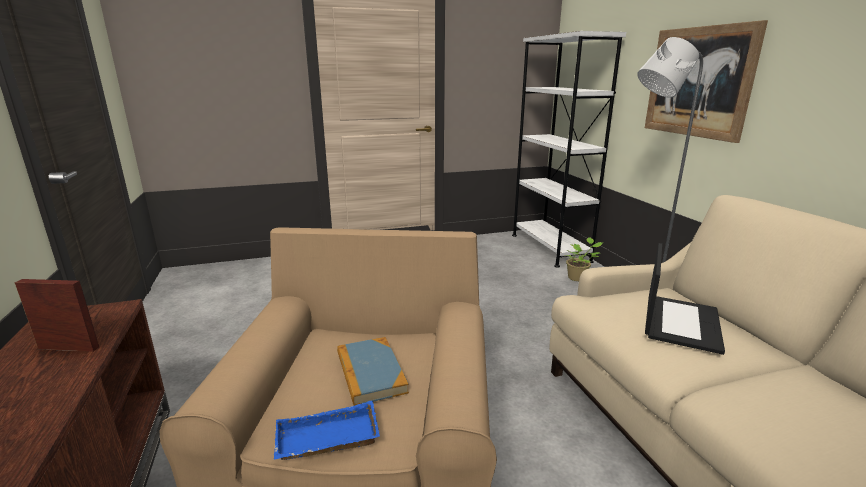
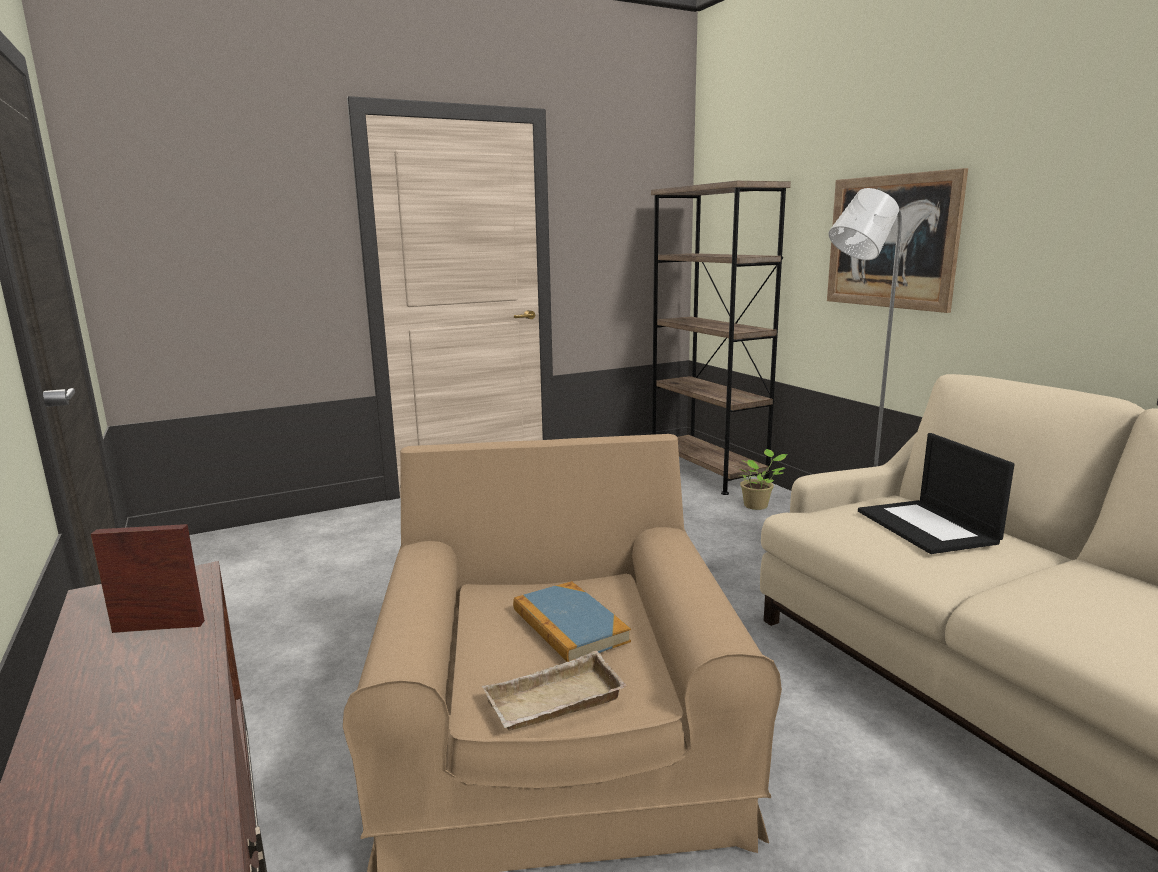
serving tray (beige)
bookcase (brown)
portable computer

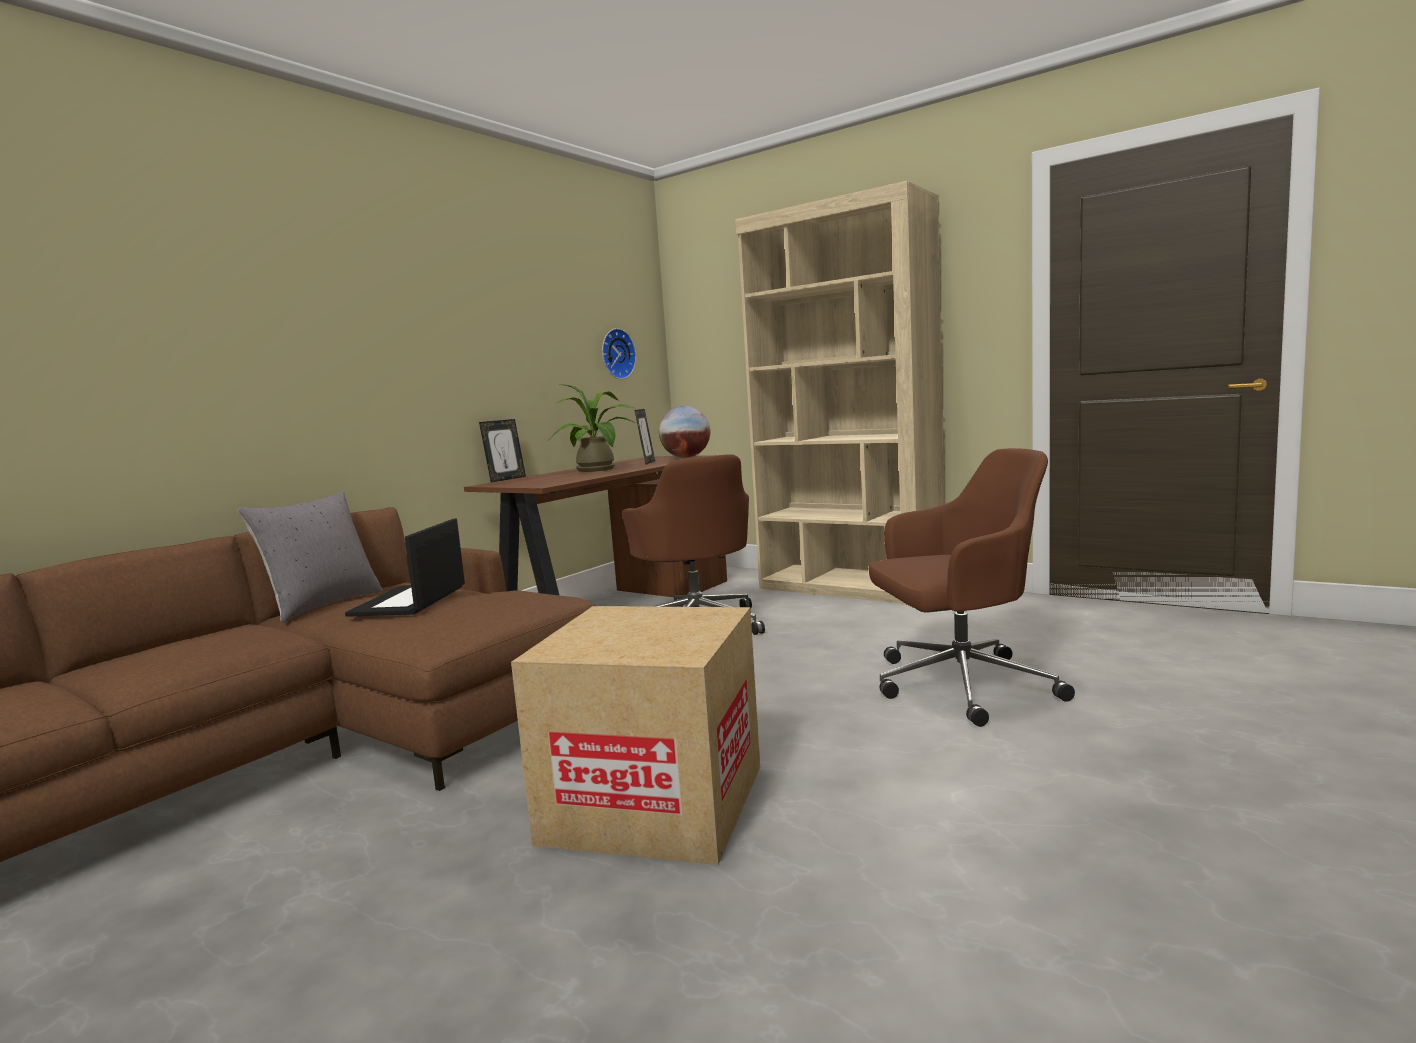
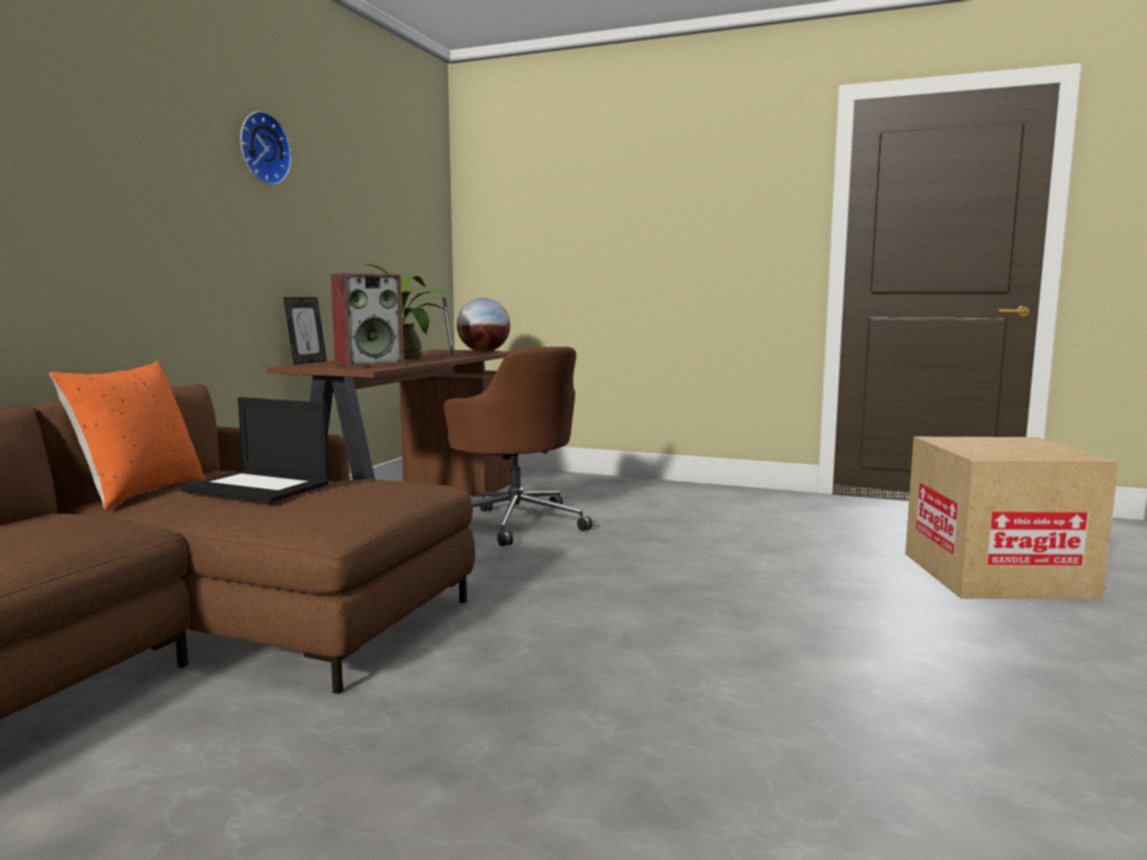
throw pillow (orangey)
portable computer
cardboard box
clock on the wall
bookcase (beige)
computer chair (brown) (no. 2 from left in the first image)
speaker

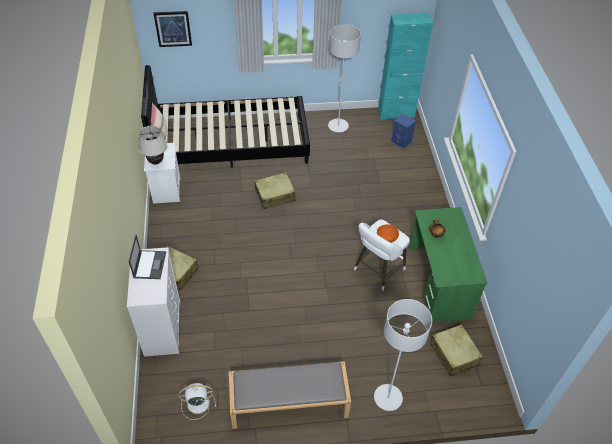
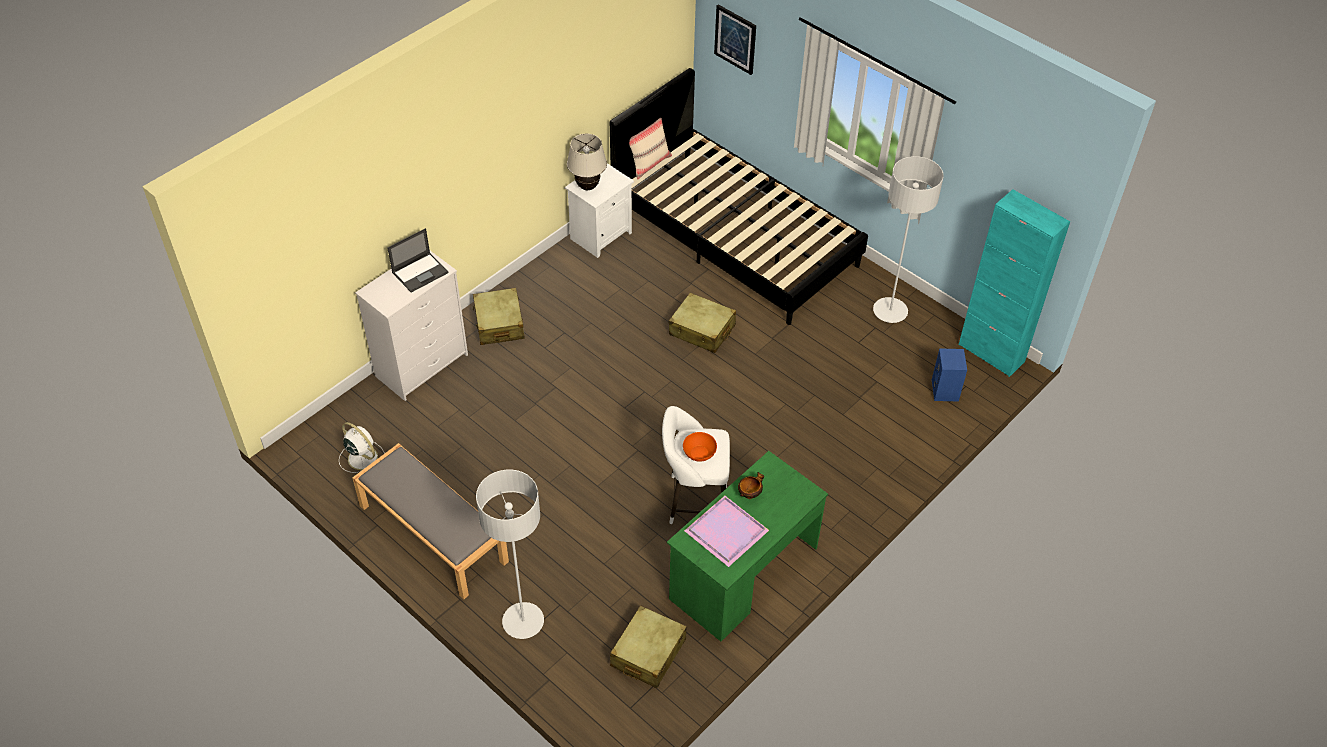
serving tray (purplish)

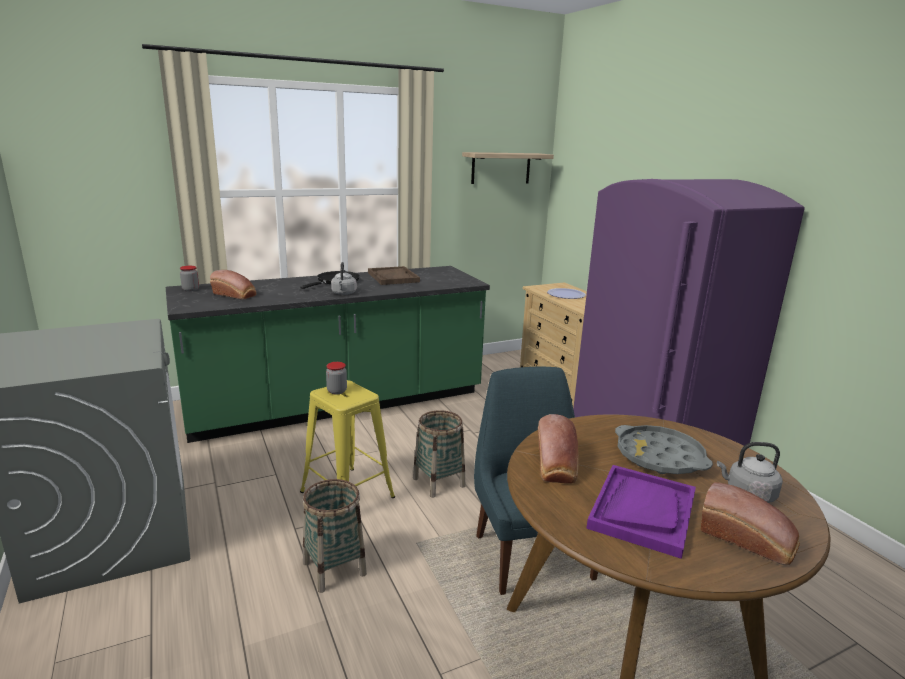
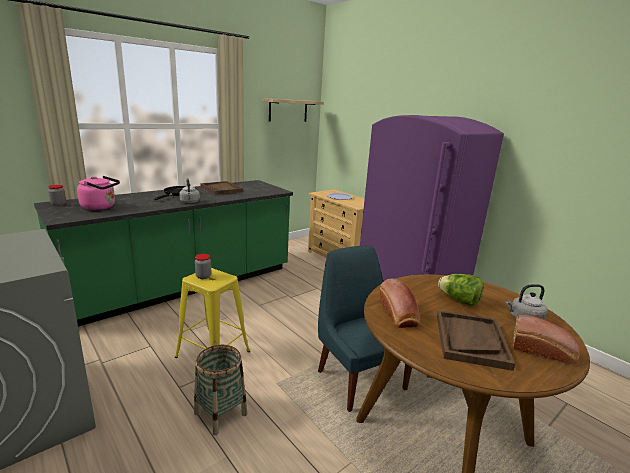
tea kettle (pink-coloured)
basket (no. 2 from left in the first image)
serving tray (brown) (no. 2 from left)
head of lettuce

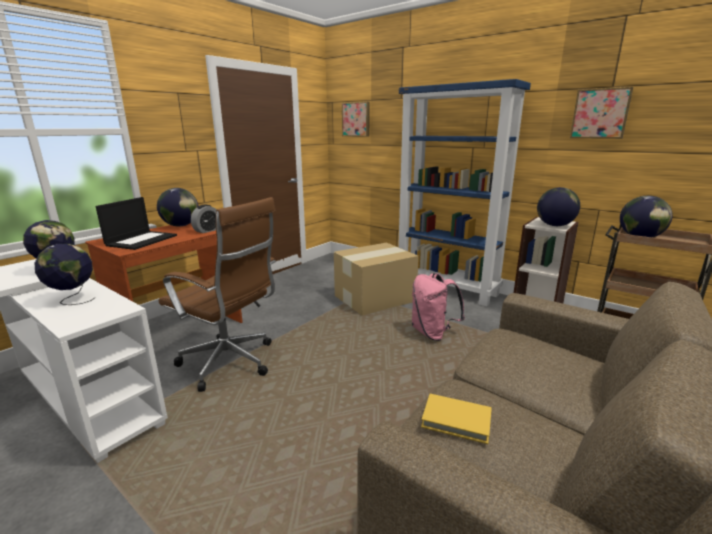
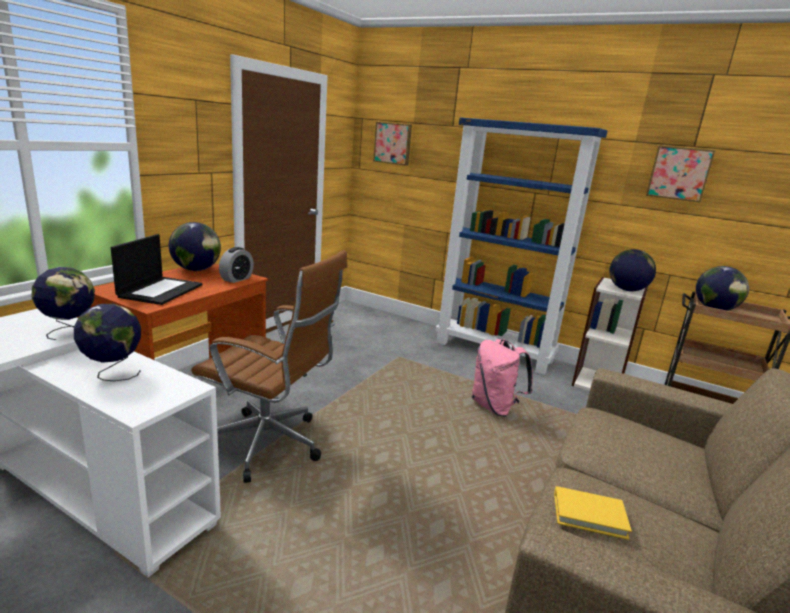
cardboard box

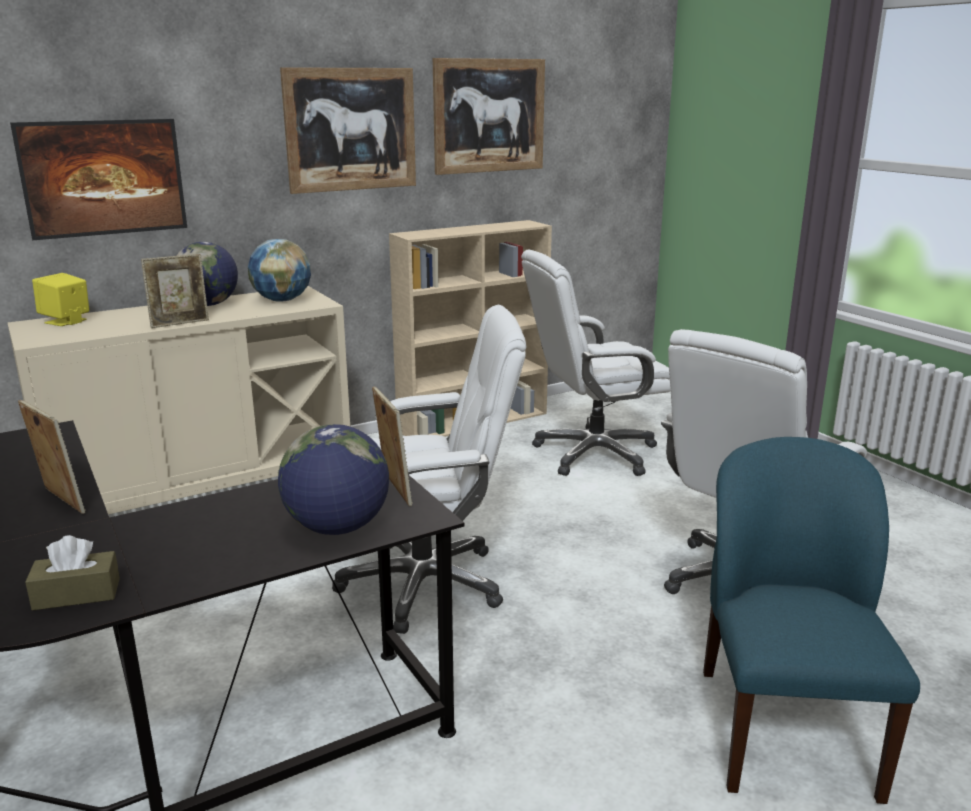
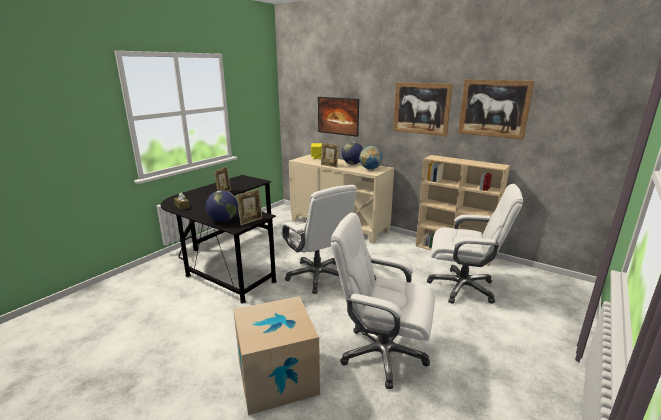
computer chair (whitish) (no. 3 from left)
cardboard box

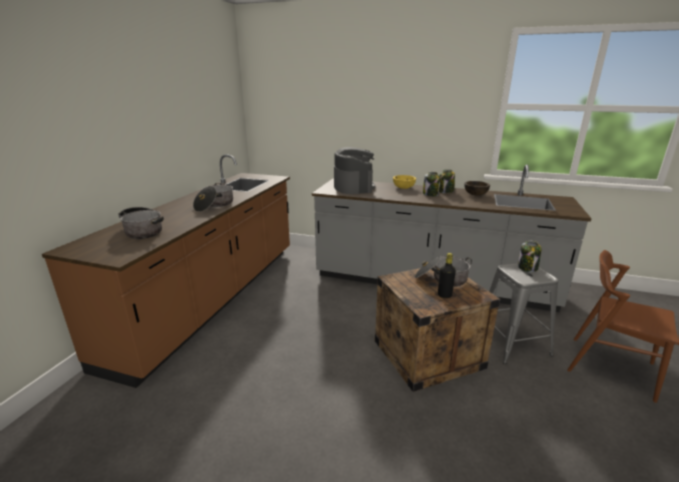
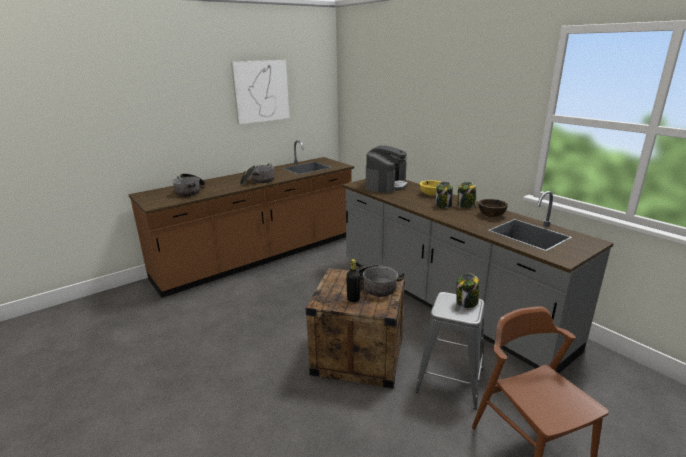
picture

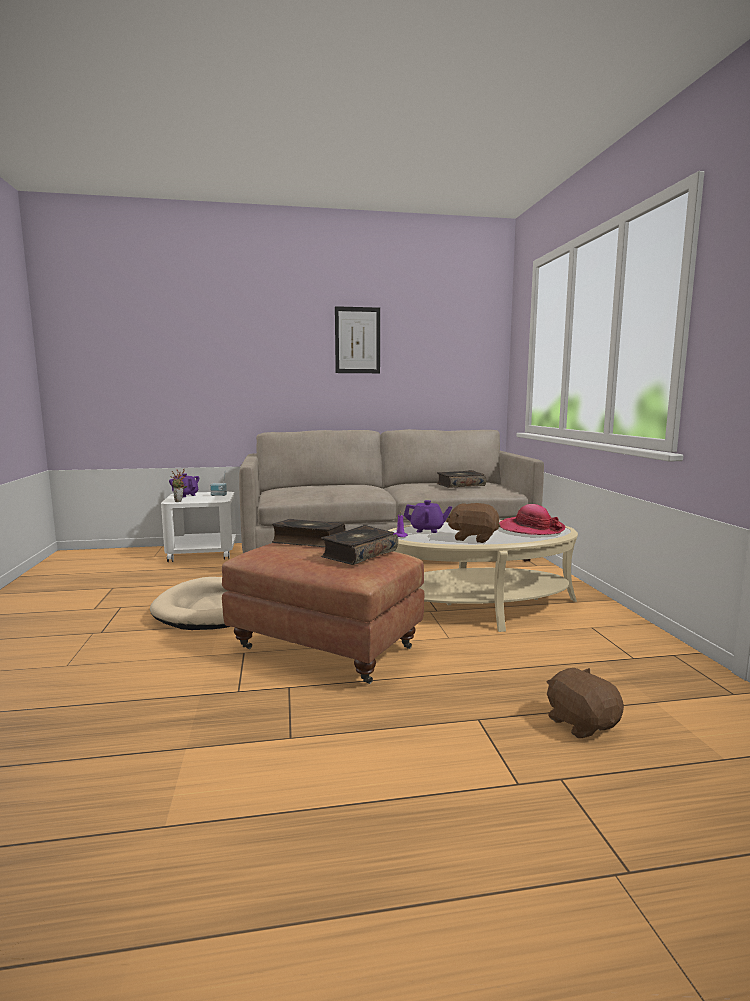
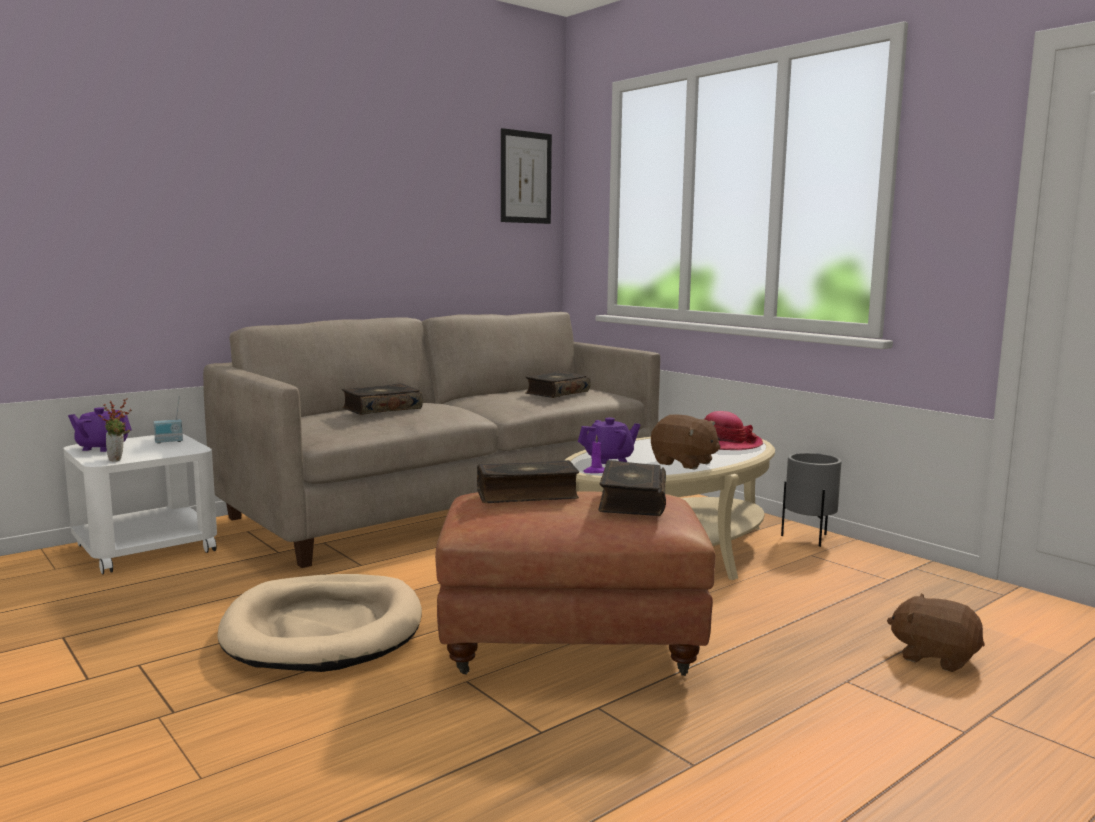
picture
plush toy (brown) (no. 1 from left)
book (no. 1 from left)
flower pot (greyish)

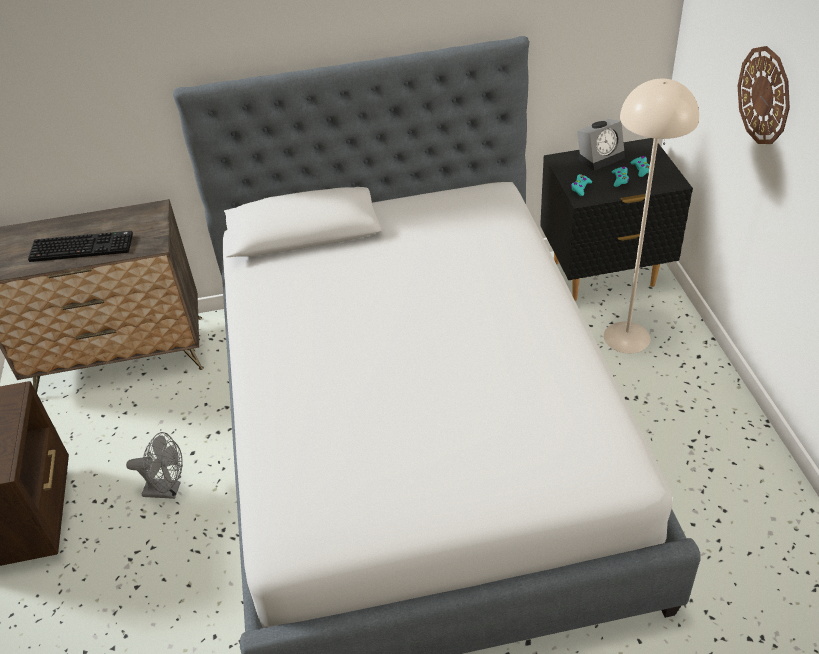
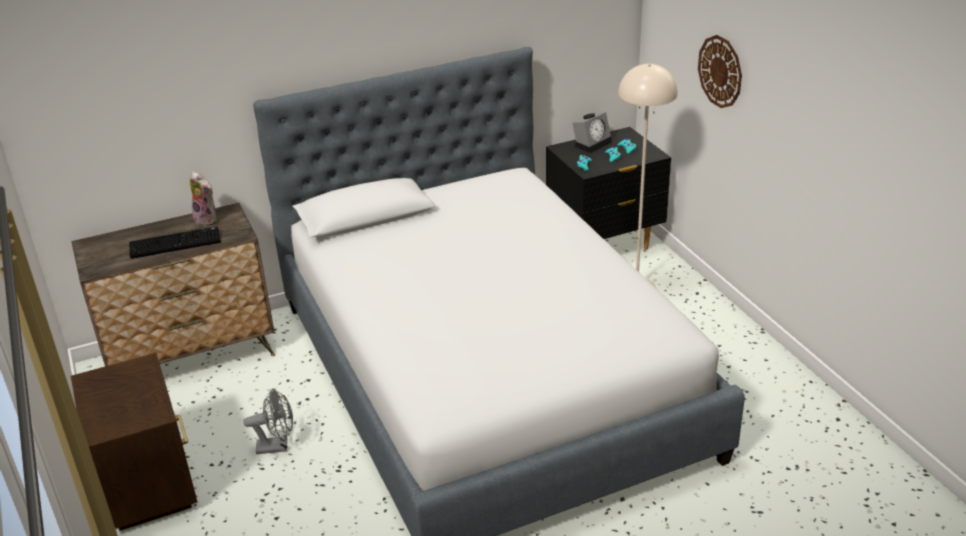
plush toy

